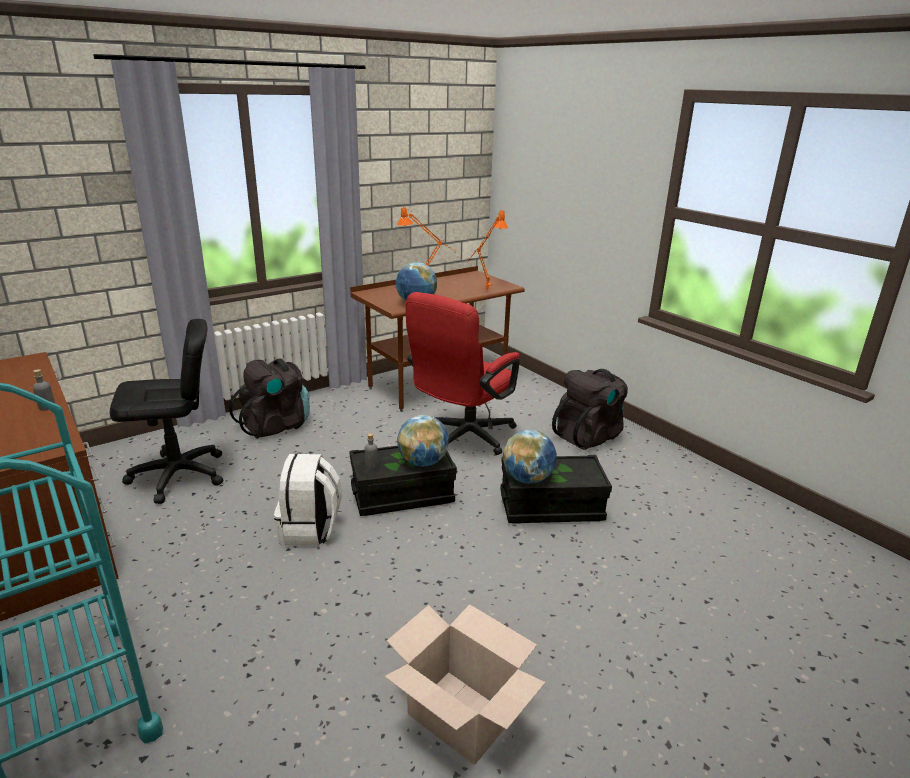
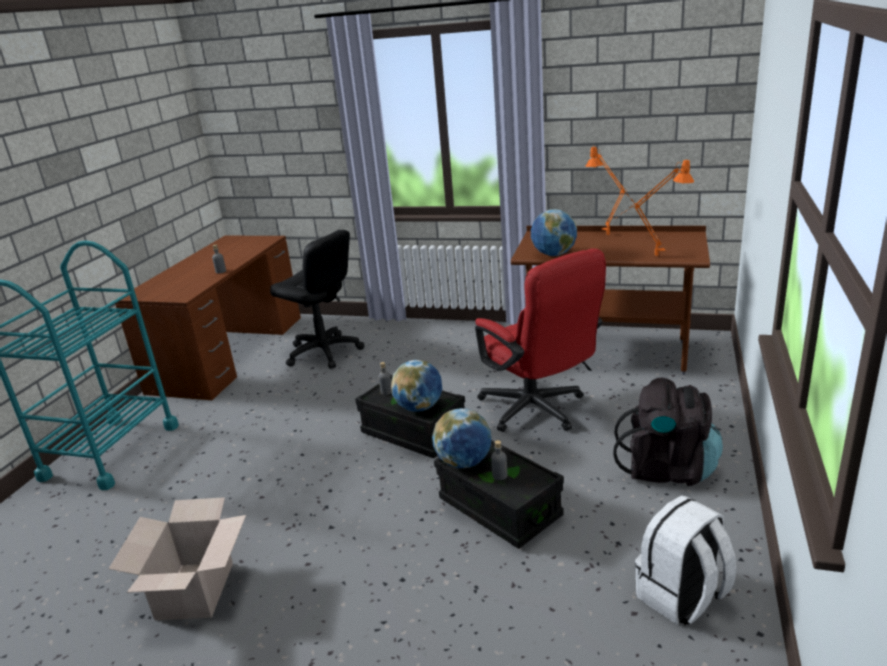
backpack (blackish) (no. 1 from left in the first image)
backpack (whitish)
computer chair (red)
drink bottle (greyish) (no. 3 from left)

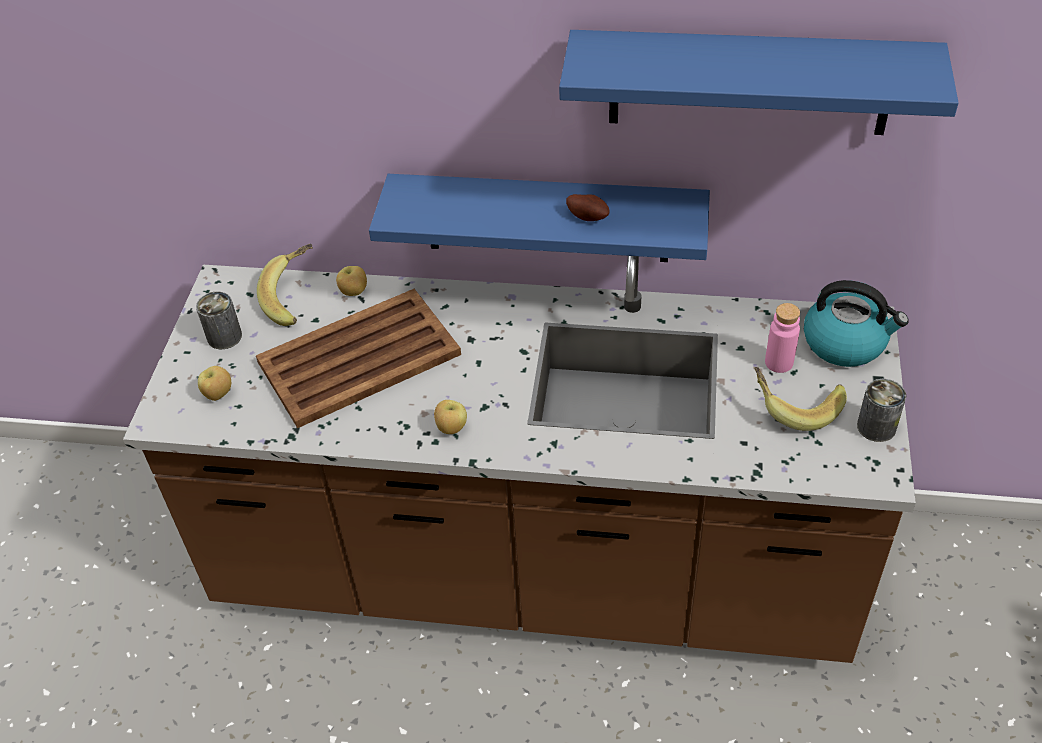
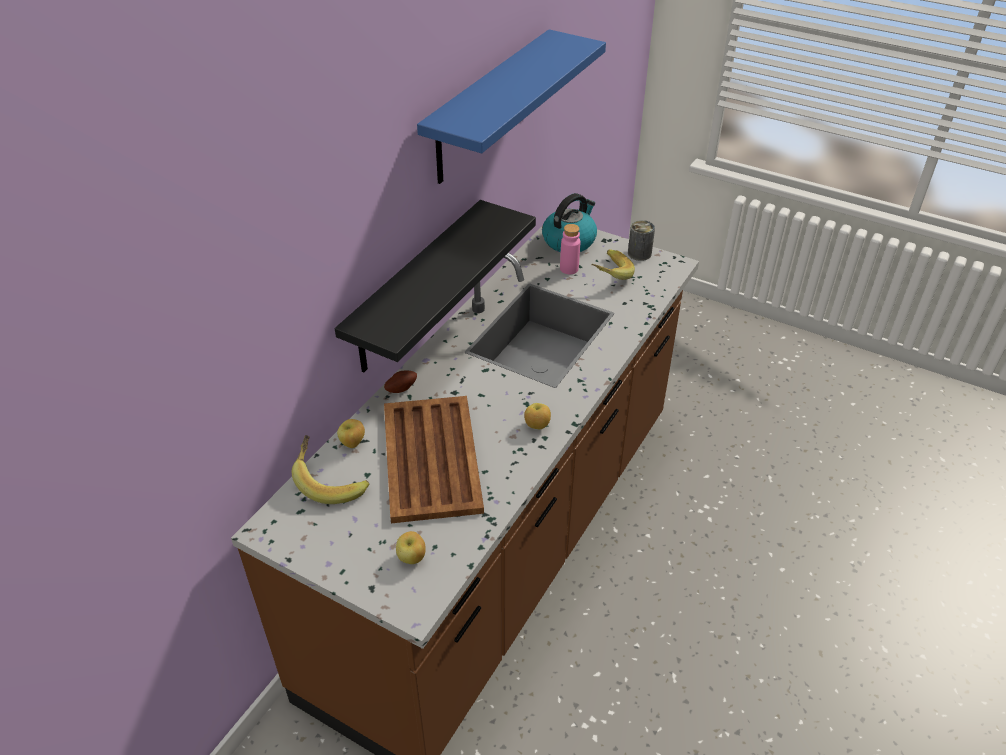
metal can (no. 1 from left in the first image)
bracket shelf (blackish)
spud

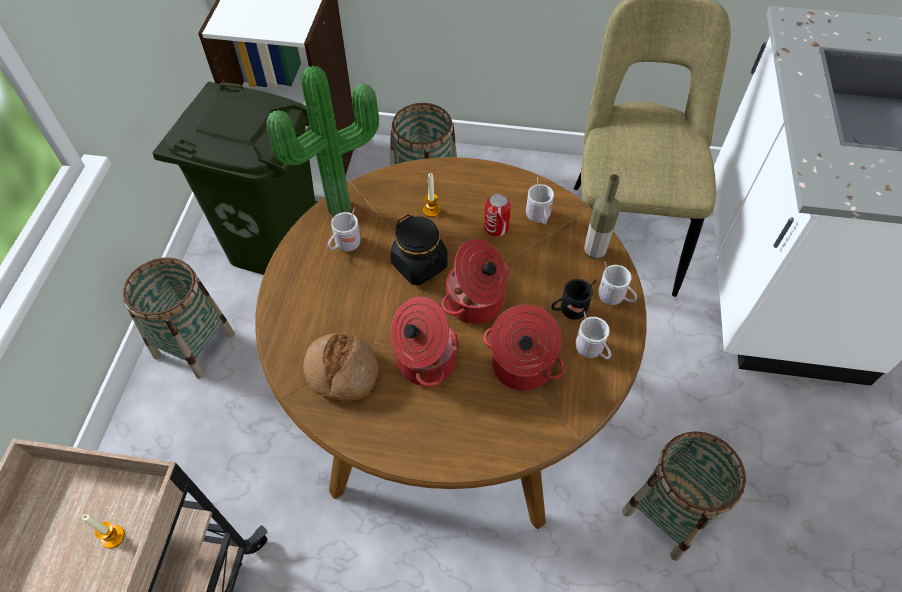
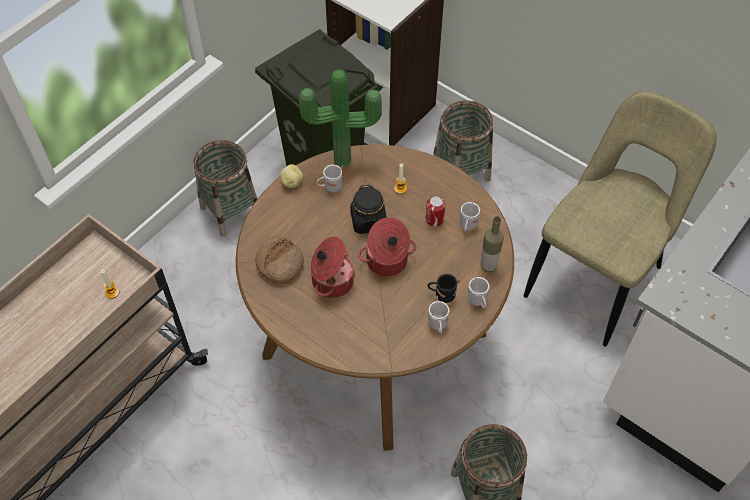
stockpot (no. 3 from left in the first image)
spud

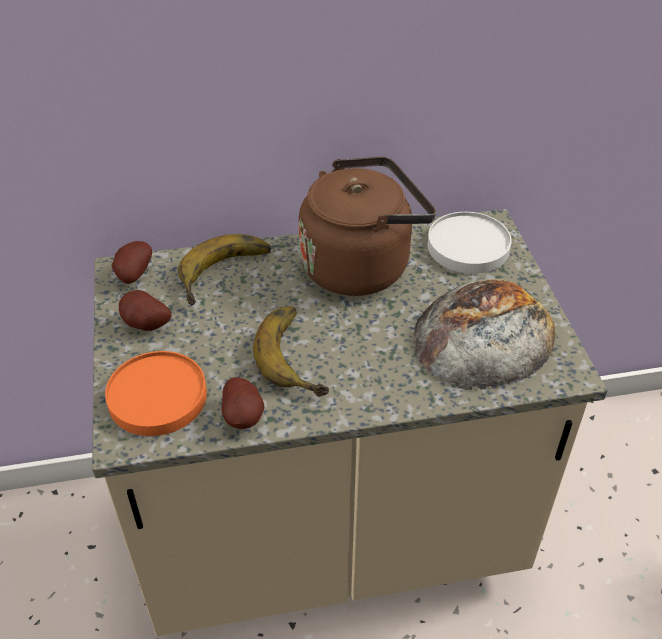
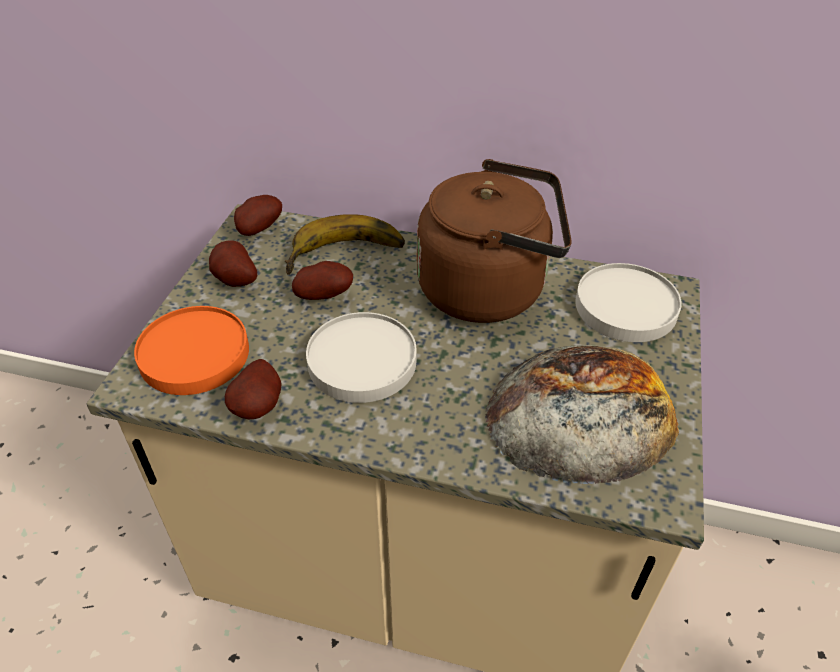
flat dish (whitish) (no. 1 from left)
spud (no. 4 from left)

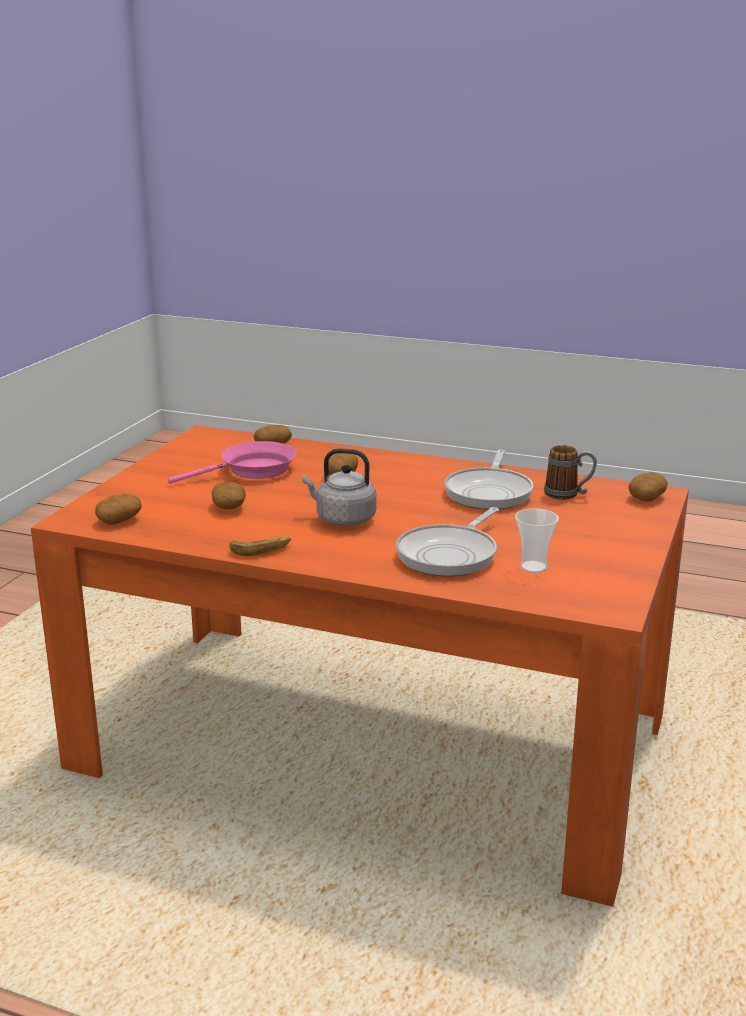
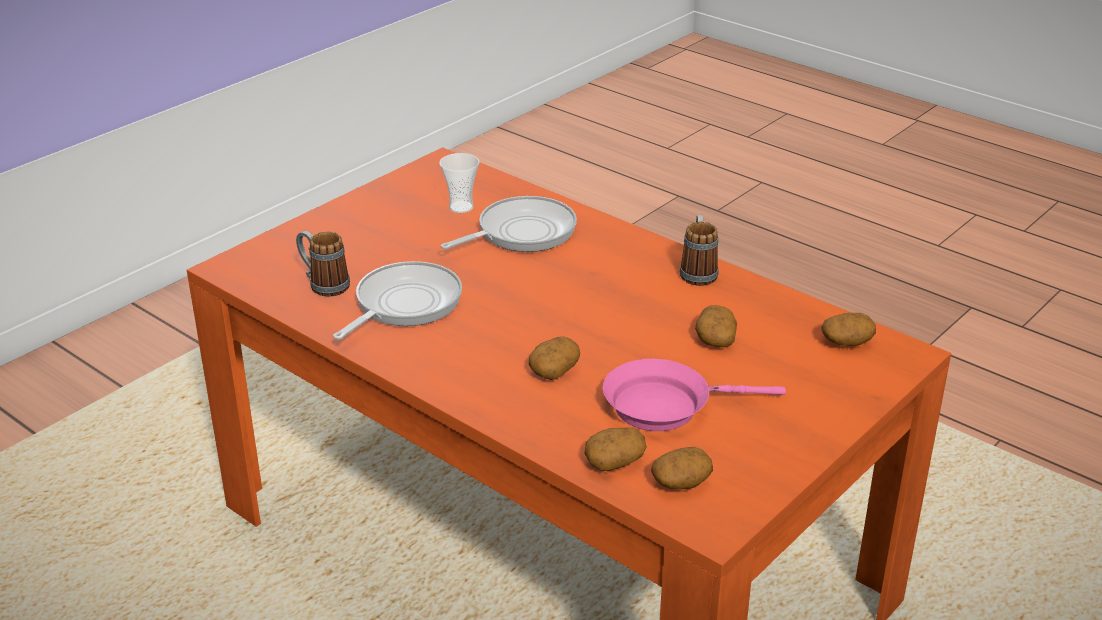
coffee mug (no. 2 from left)
tea kettle (greyish)
spud (no. 3 from left)

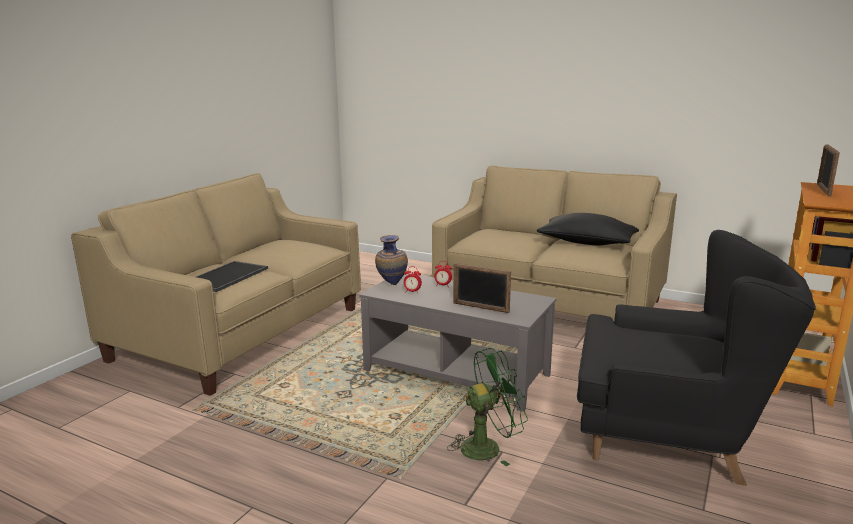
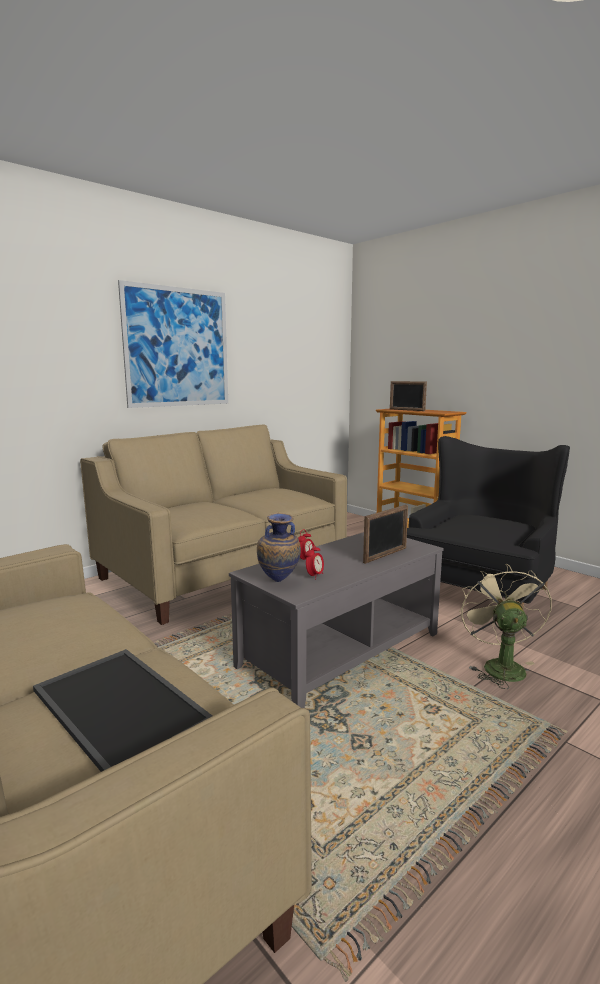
fan (beige)
throw pillow (blackish)
picture

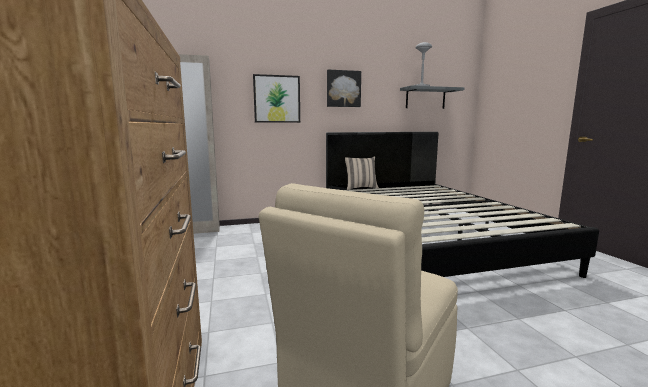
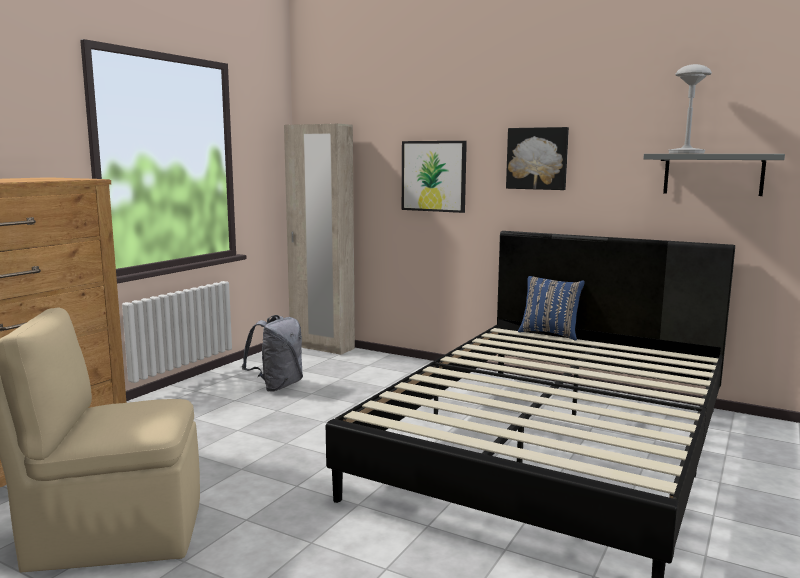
throw pillow (blue)
backpack (greyish)

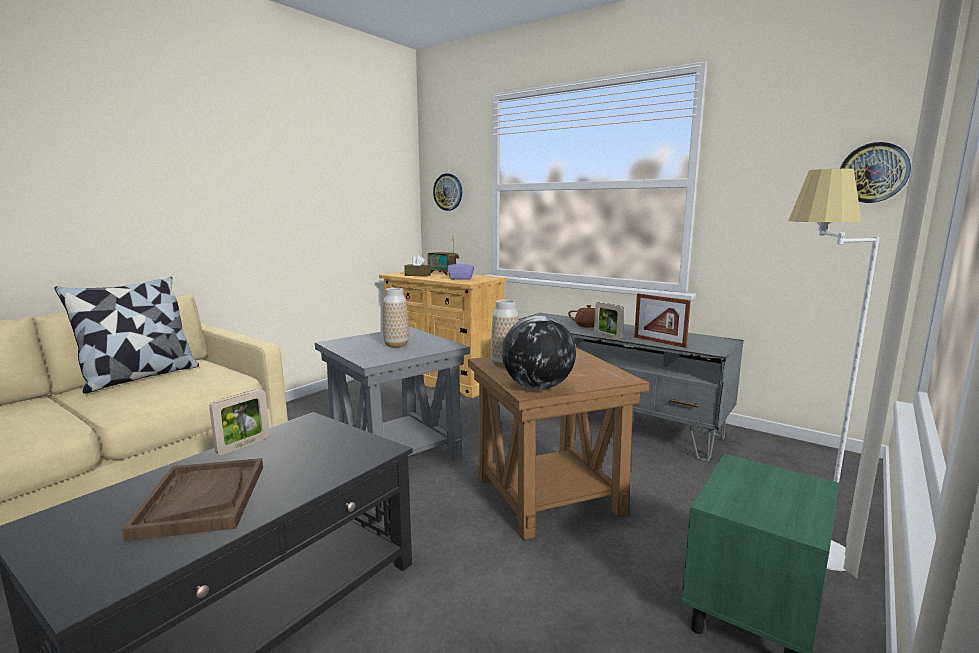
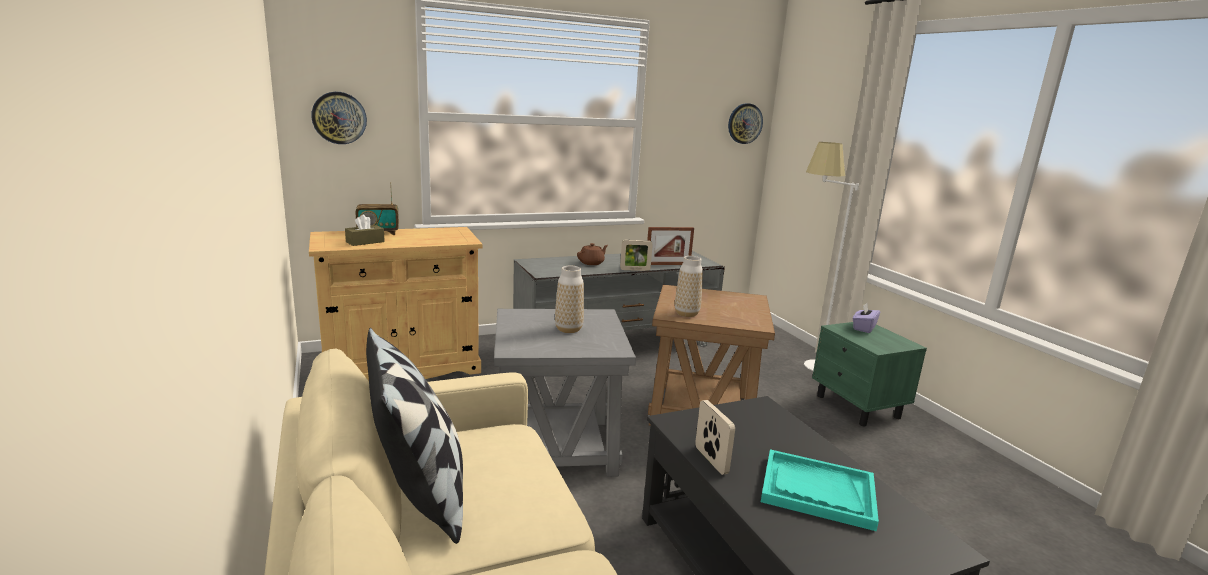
serving tray (turquoise)
tissue holder (purplish)
globe

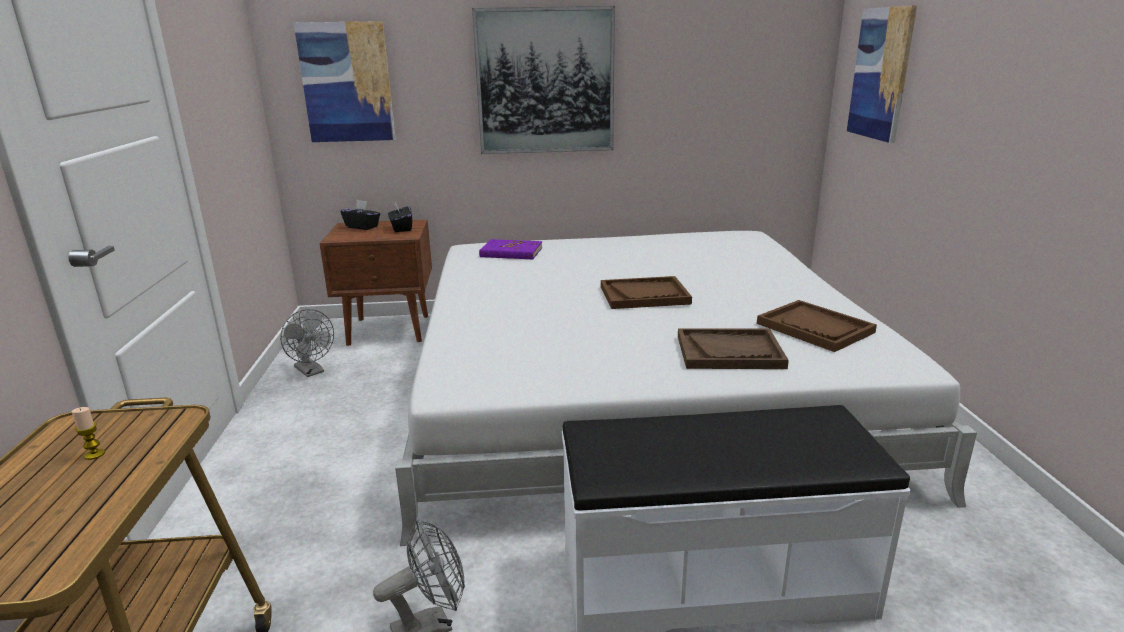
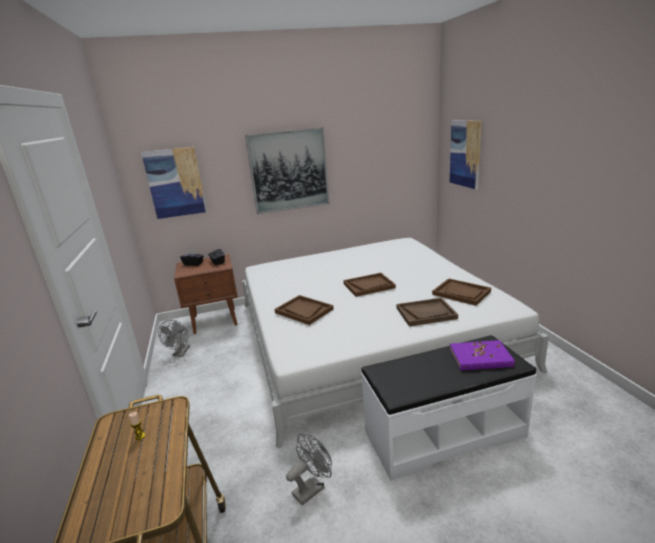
fan (greyish) (no. 1 from left)
book (purplish)
serving tray (brown) (no. 1 from left)

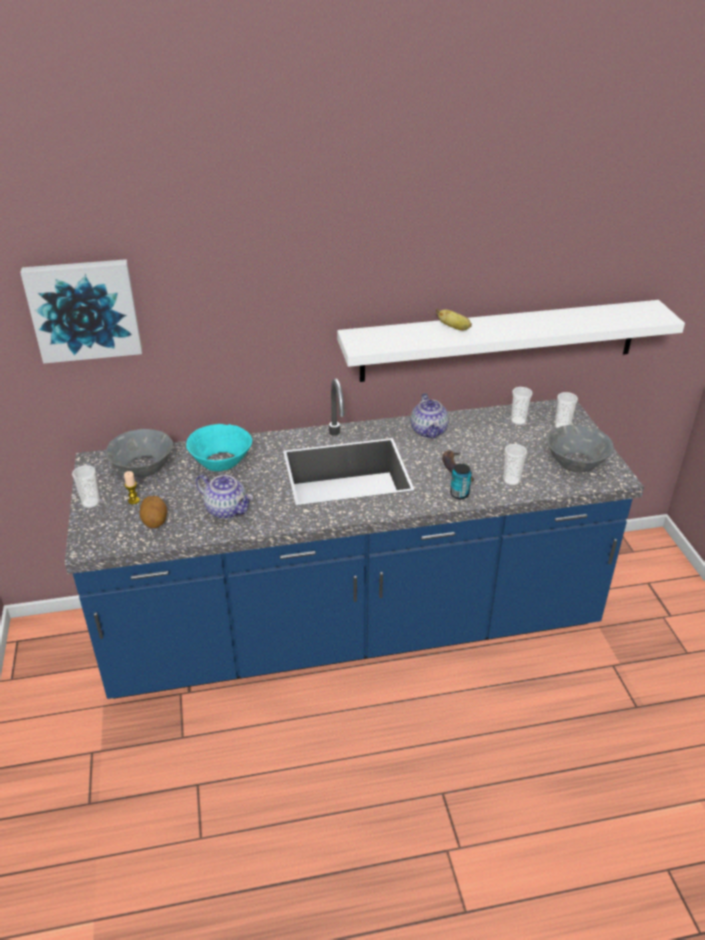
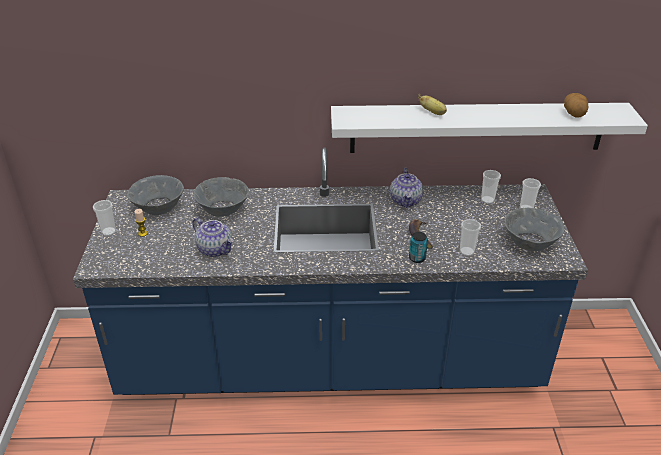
picture
spud
serving bowl (greyish) (no. 2 from left)

